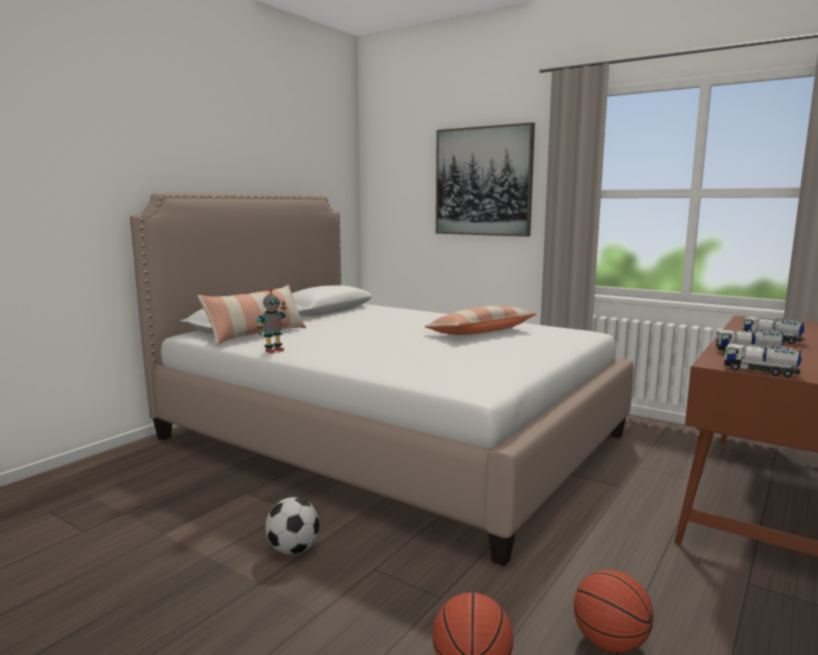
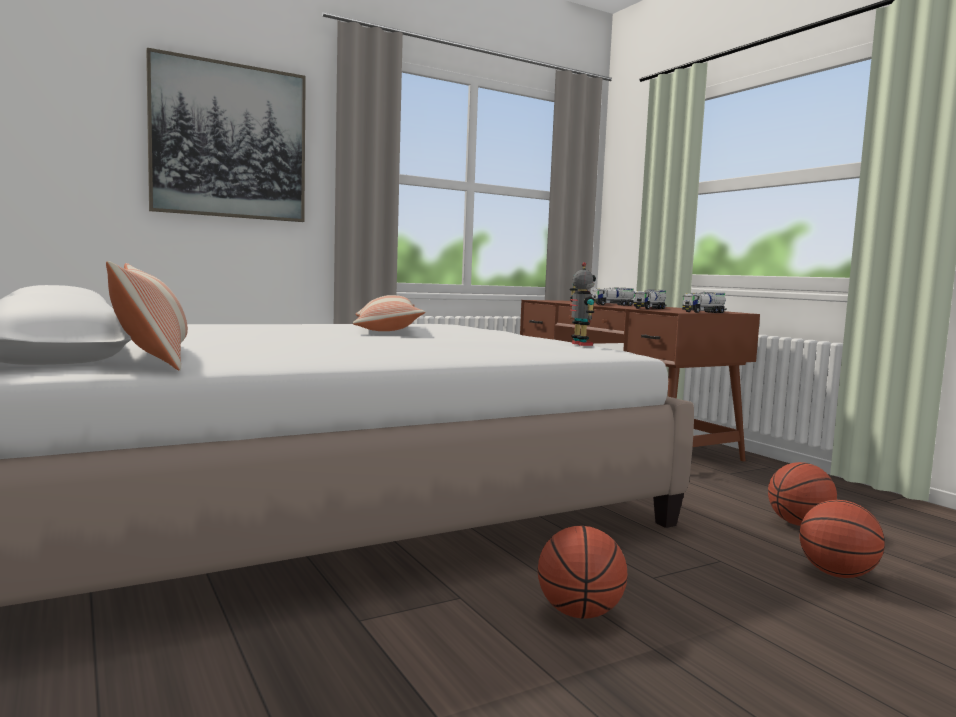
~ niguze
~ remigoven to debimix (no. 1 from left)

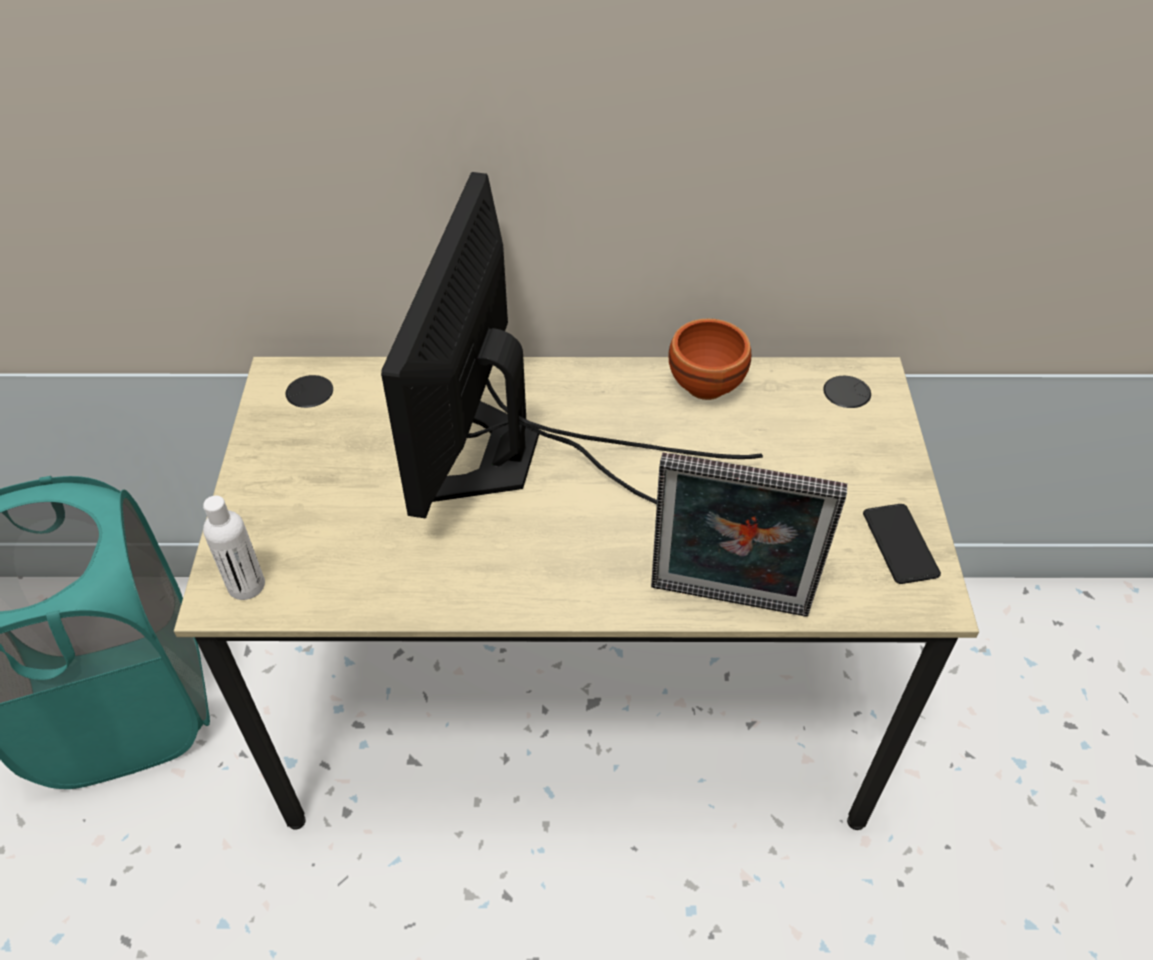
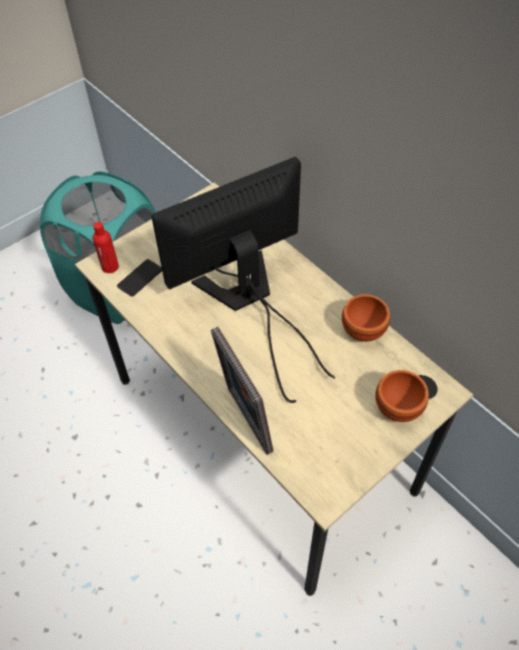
+ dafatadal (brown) (no. 2 from left)
~ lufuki
~ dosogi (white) to dosogi (red)

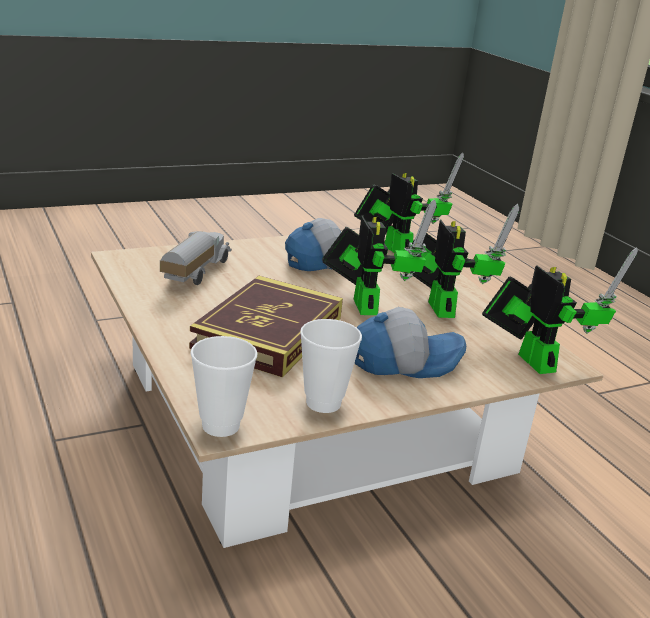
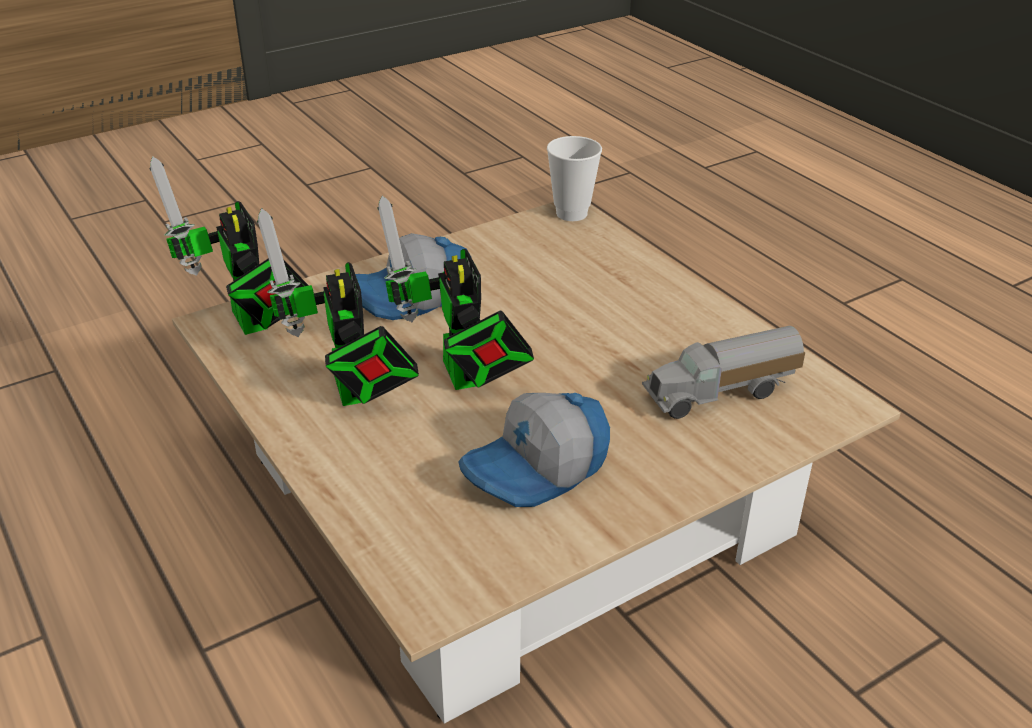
- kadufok
- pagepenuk (no. 2 from left)
- niguze (no. 2 from left)
~ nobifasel 60 degrees clockwise

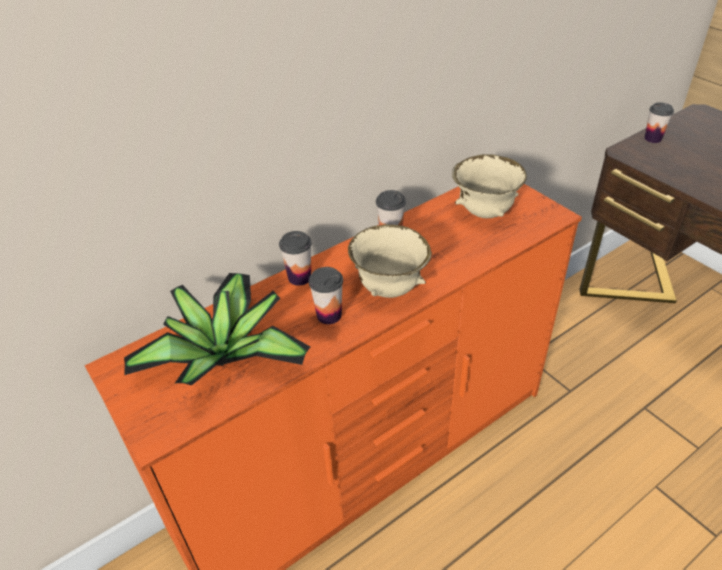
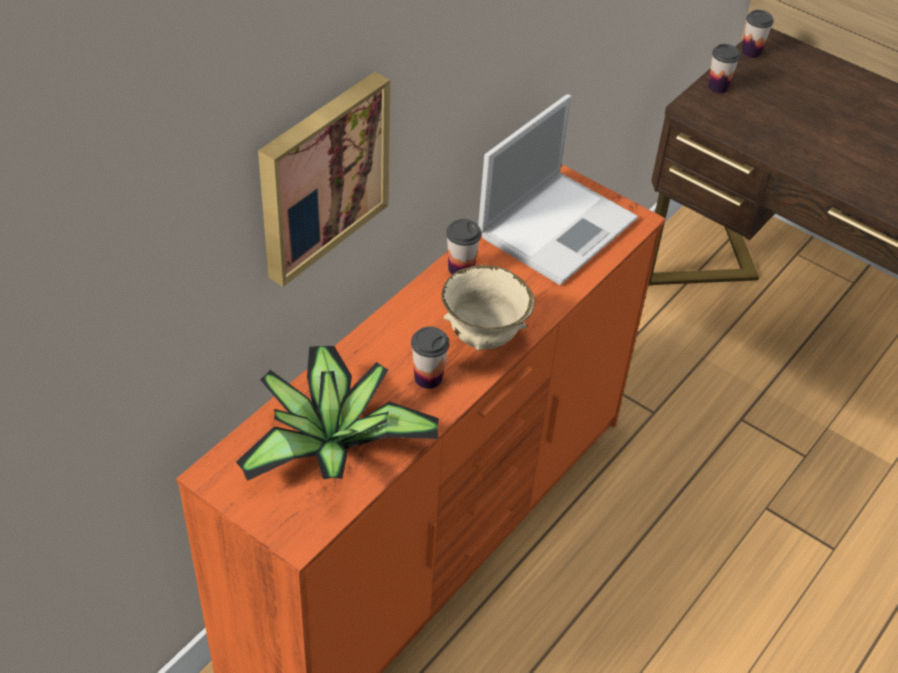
+ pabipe
~ pagepenuk (no. 1 from left in the first image) to pagepenuk (no. 4 from left)
~ dafatadal (beige) (no. 2 from left) to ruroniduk

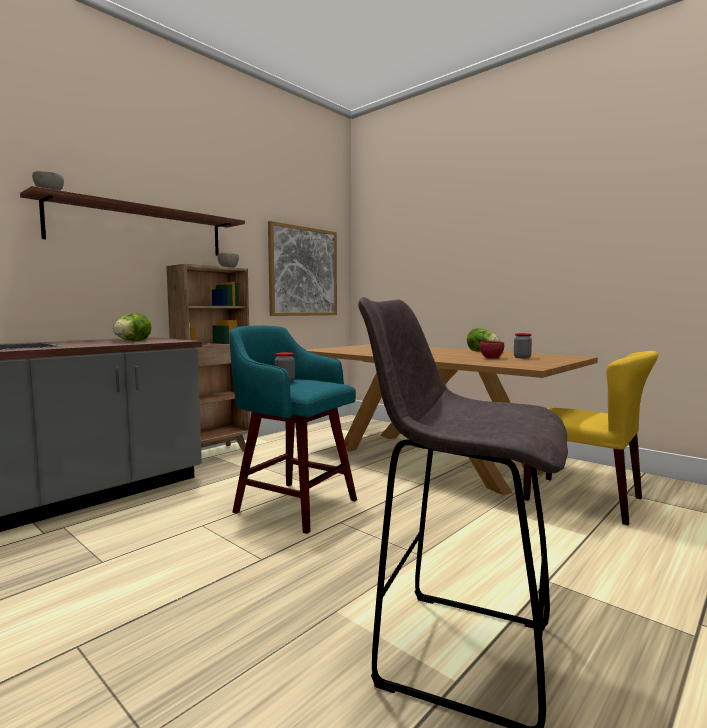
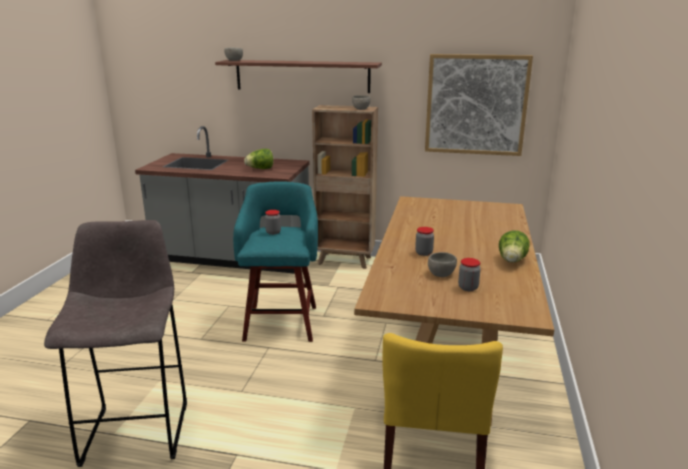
+ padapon (no. 2 from left)
~ dafatadal (red) to dafatadal (grey) (no. 3 from left)

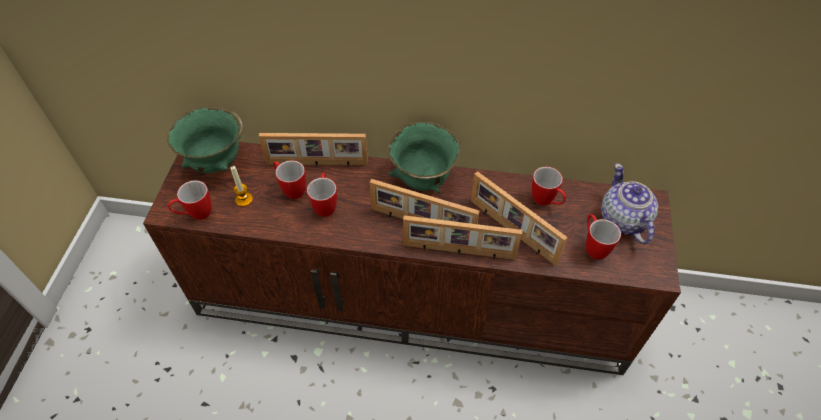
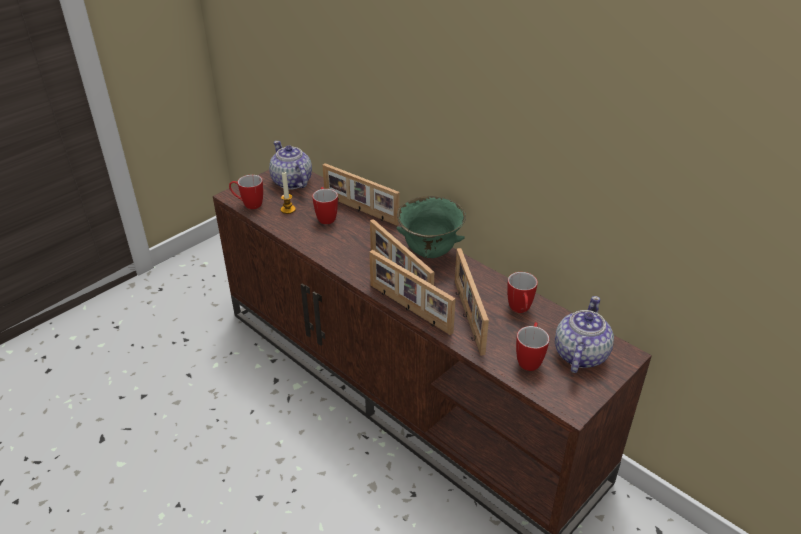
- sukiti (no. 3 from left)
~ dafatadal (green) (no. 1 from left) to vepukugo (no. 1 from left)

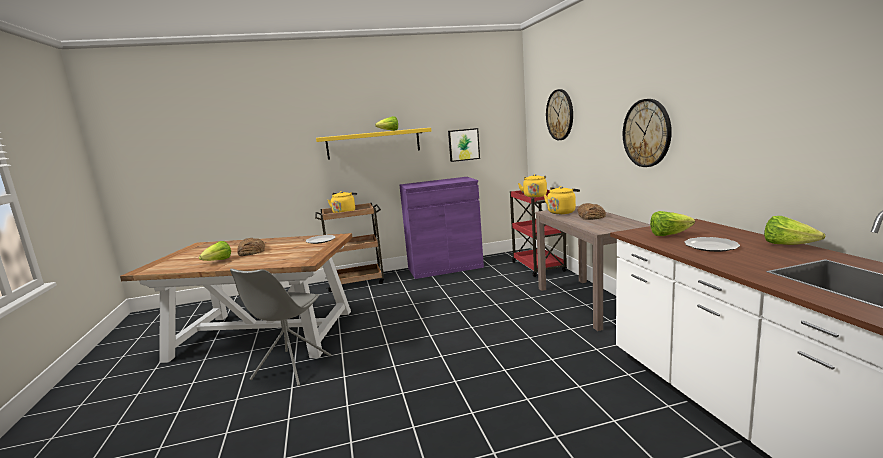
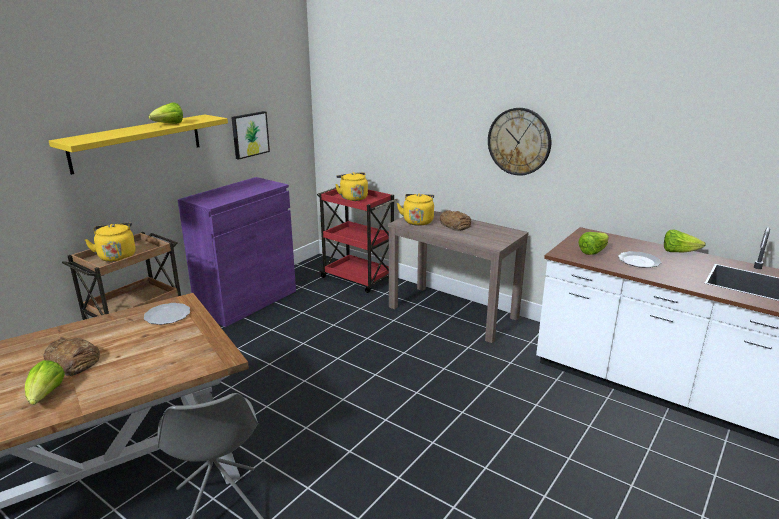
- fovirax (no. 1 from left)

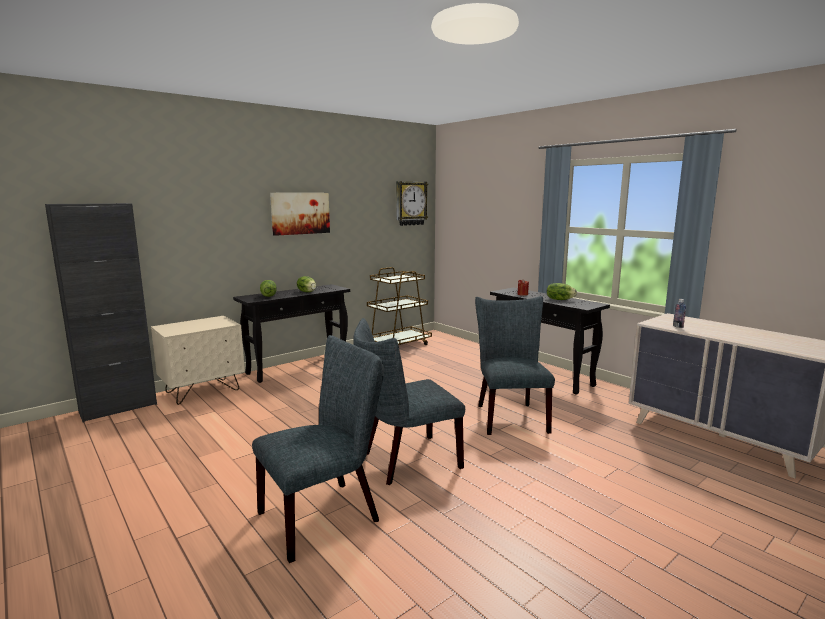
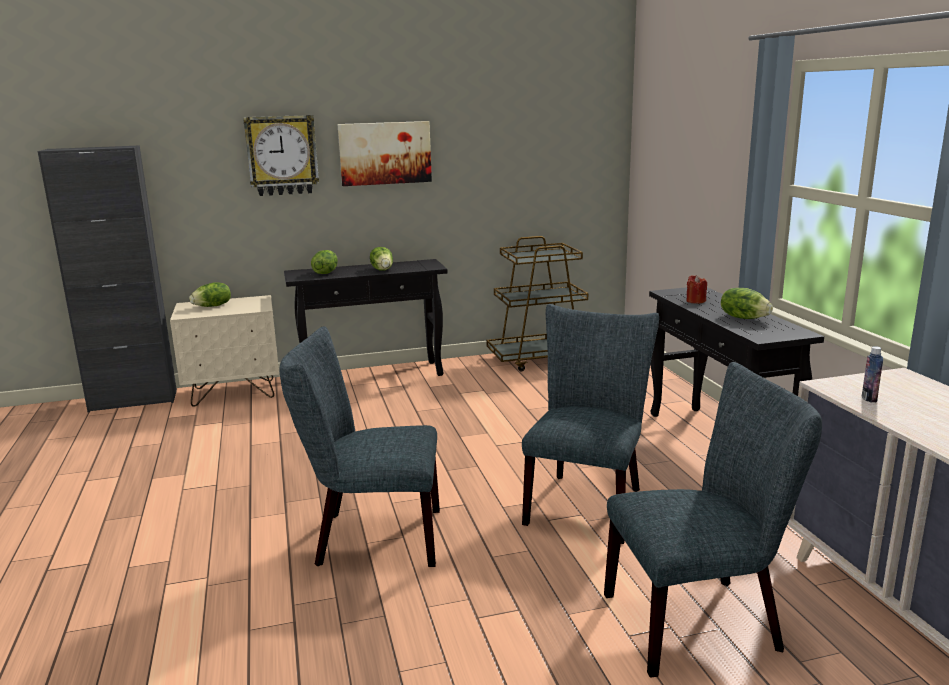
+ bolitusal (no. 1 from left)
~ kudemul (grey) (no. 1 from left in the first image) to kudemul (grey) (no. 3 from left)
~ fovirax

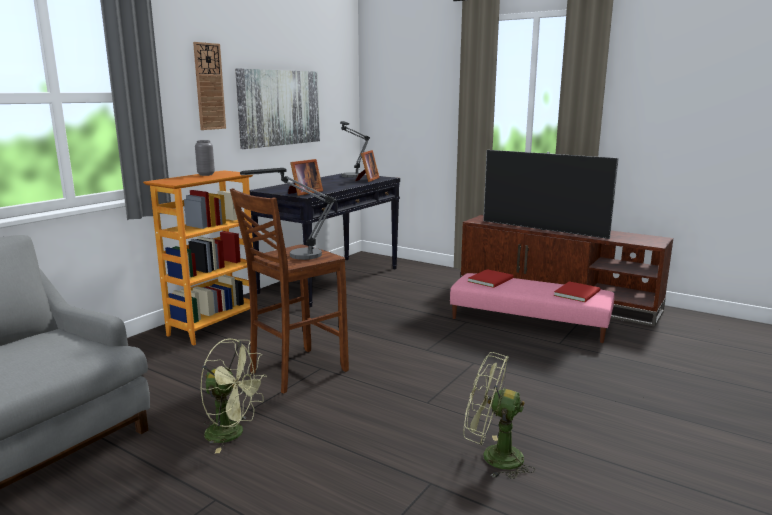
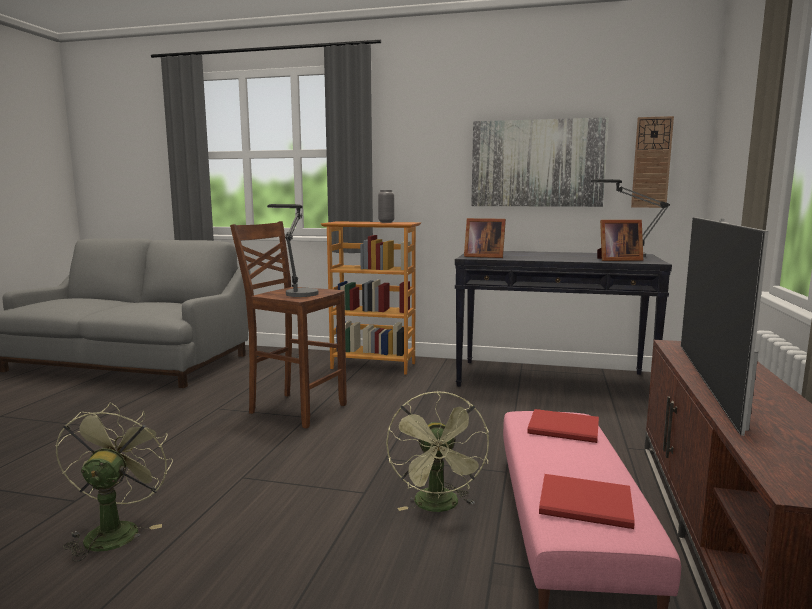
~ fovirax
~ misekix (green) (no. 1 from left in the first image) to misekix (green) (no. 2 from left)

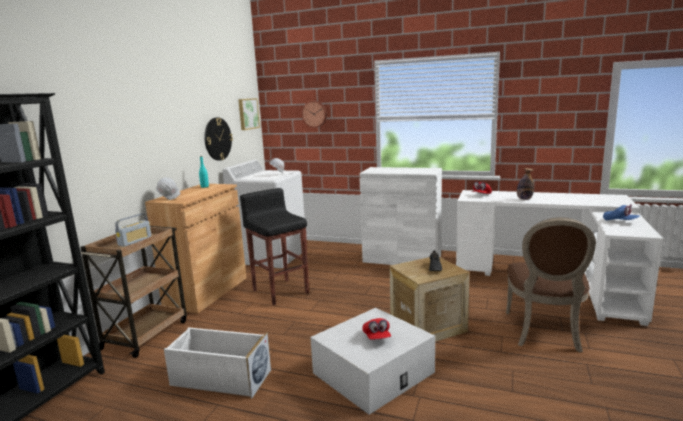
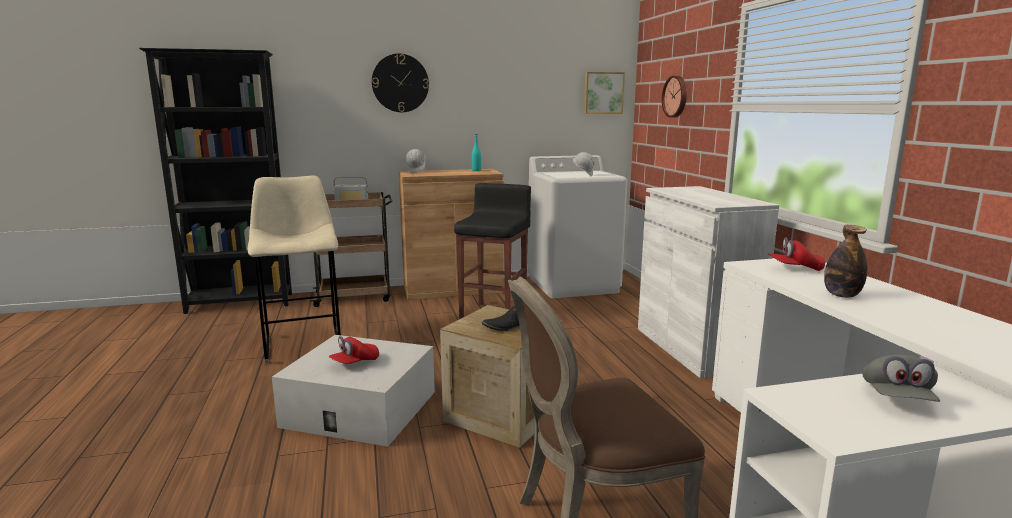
~ fovirax (no. 1 from left)
~ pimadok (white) (no. 1 from left) to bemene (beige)
~ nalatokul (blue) to nalatokul (grey)

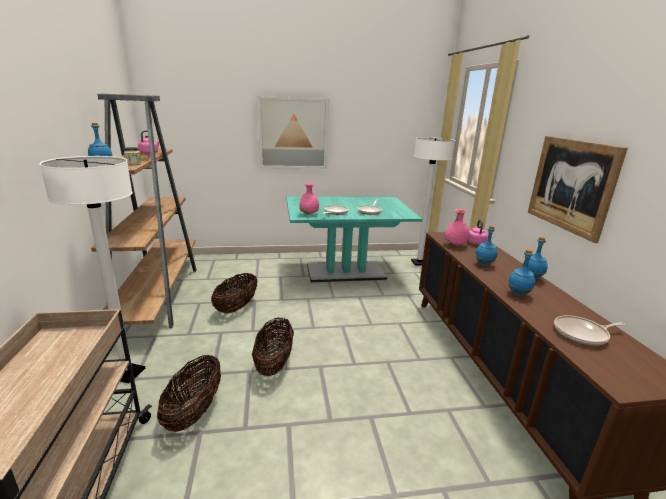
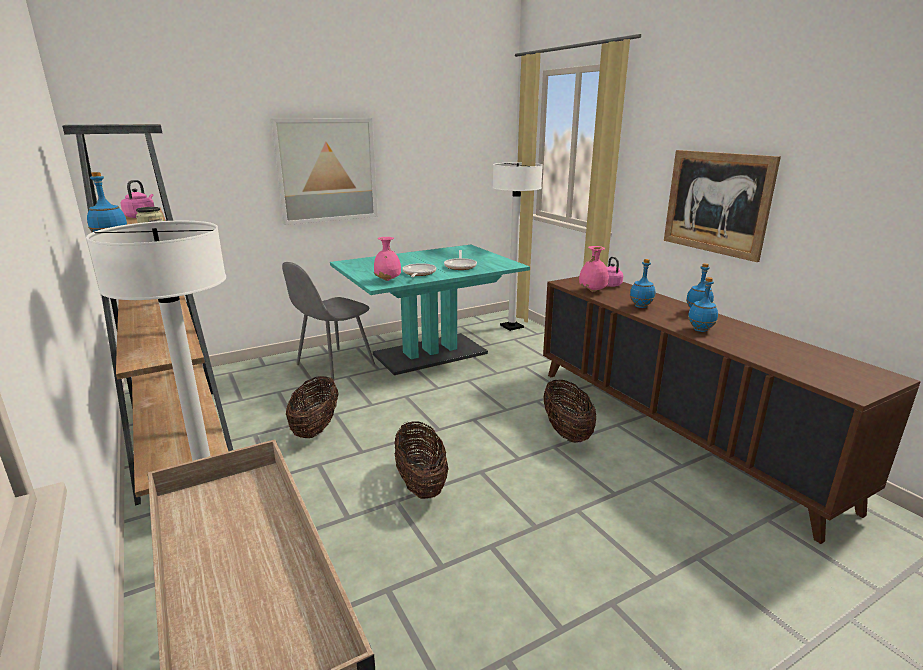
- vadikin (no. 3 from left)
+ kudemul (grey)
~ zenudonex (no. 1 from left in the first image) to zenudonex (no. 3 from left)

